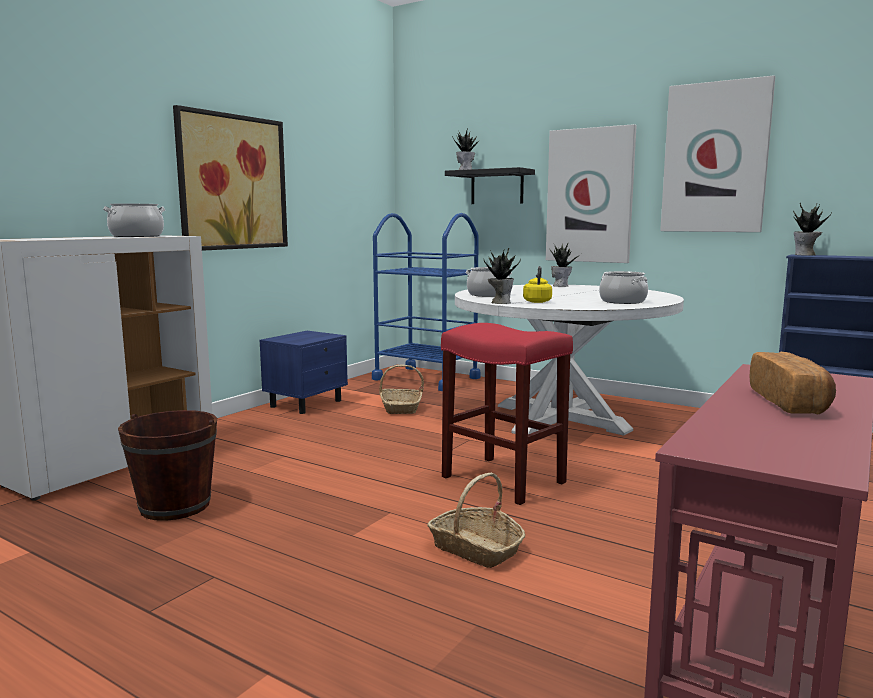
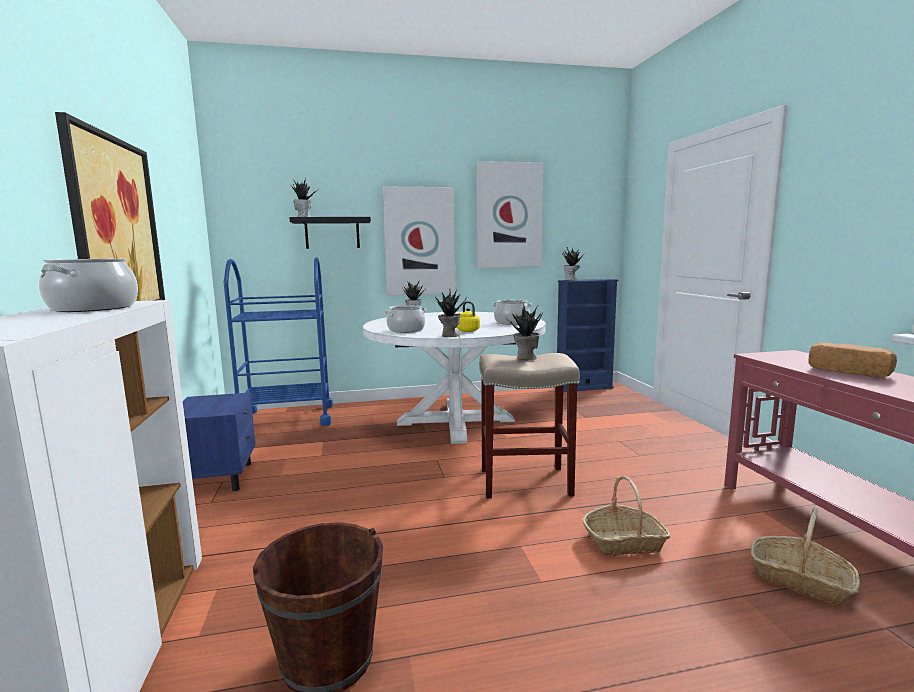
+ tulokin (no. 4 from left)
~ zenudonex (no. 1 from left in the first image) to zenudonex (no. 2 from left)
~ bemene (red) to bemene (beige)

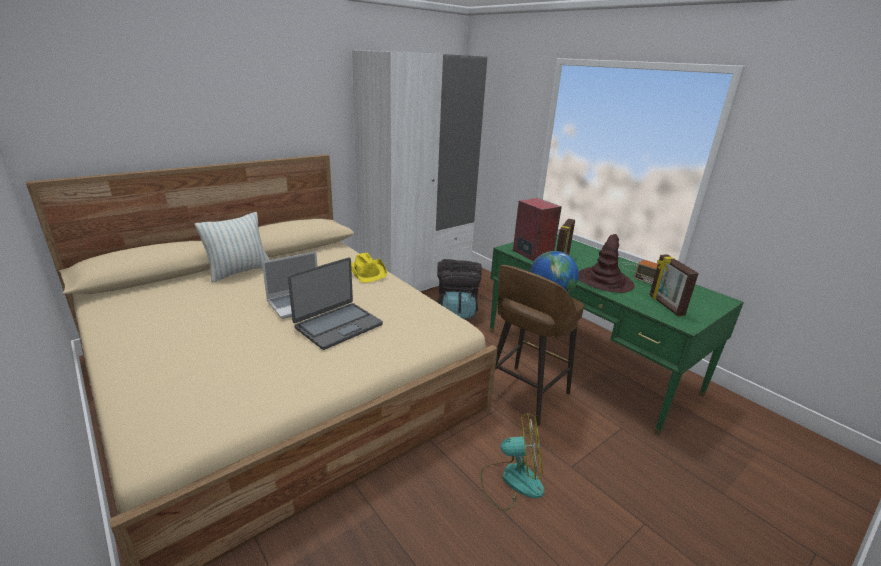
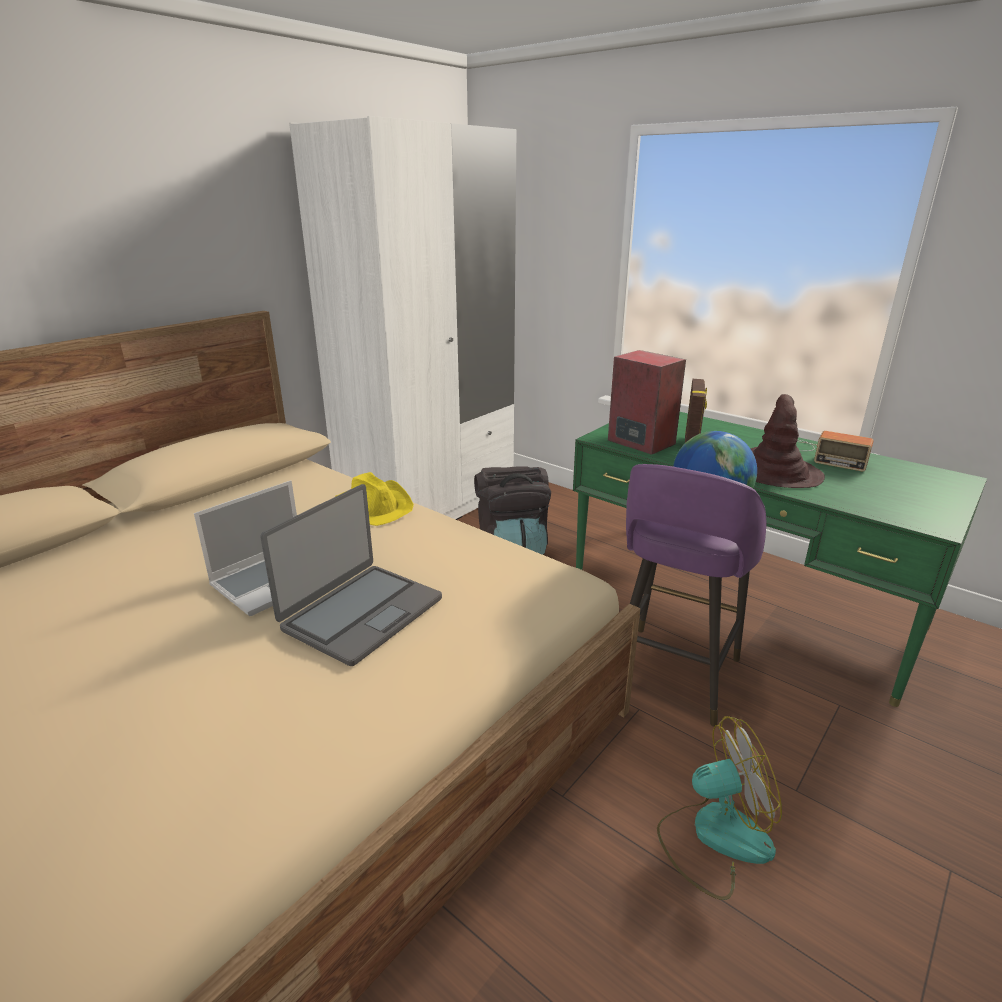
- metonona
- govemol (no. 2 from left)
~ bemene (brown) to bemene (purple)

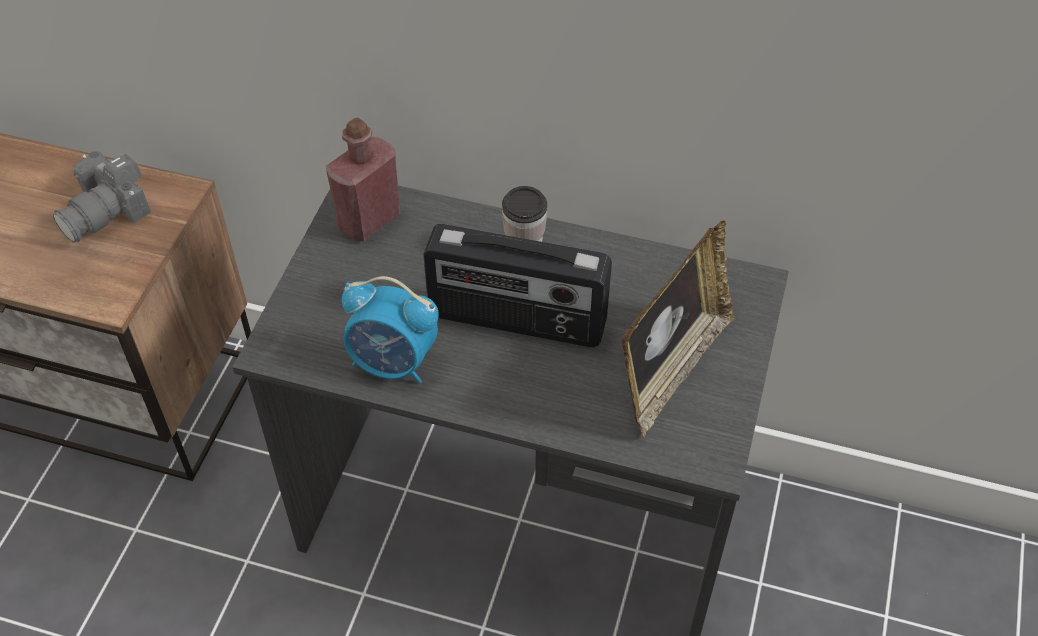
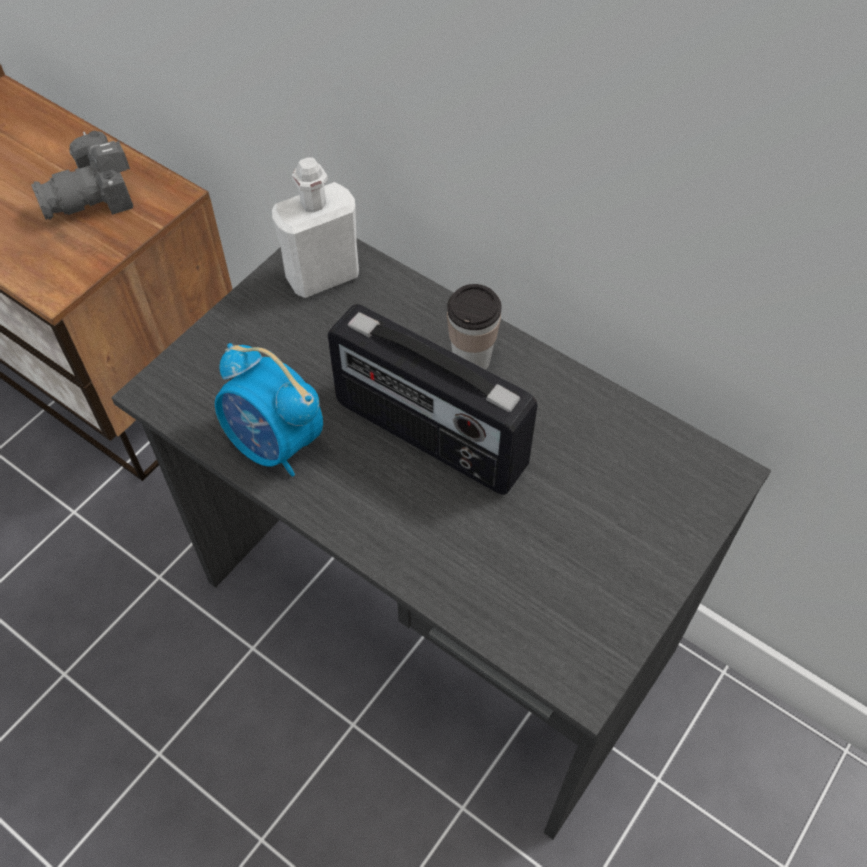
- govemol
~ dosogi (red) to dosogi (white)

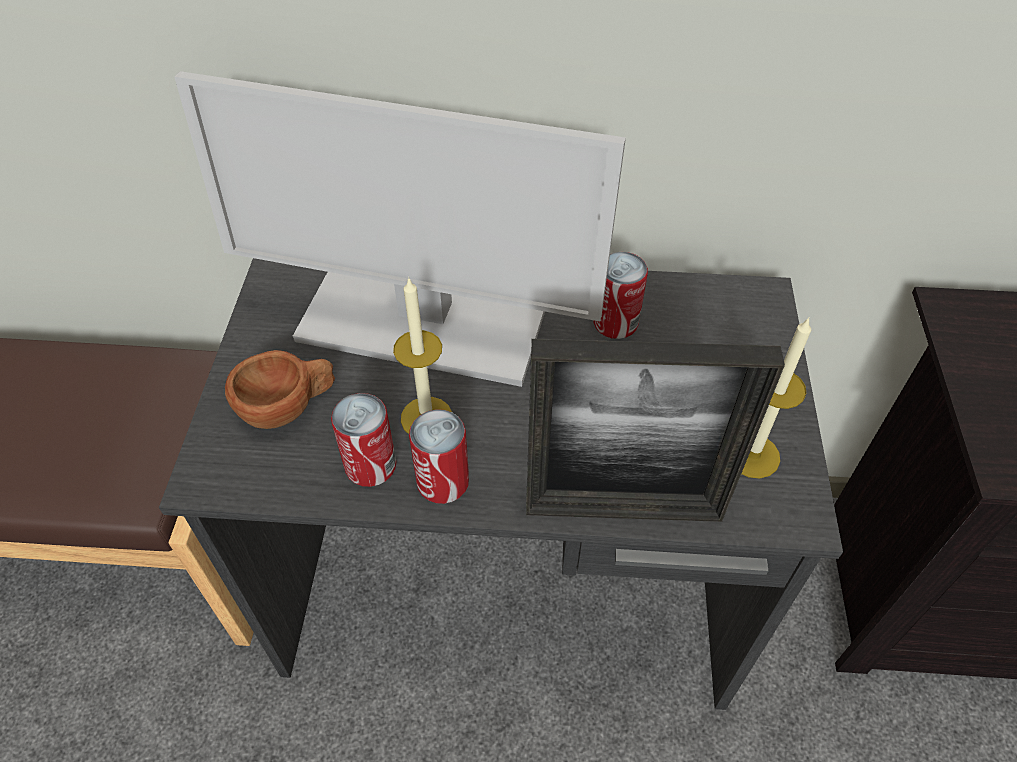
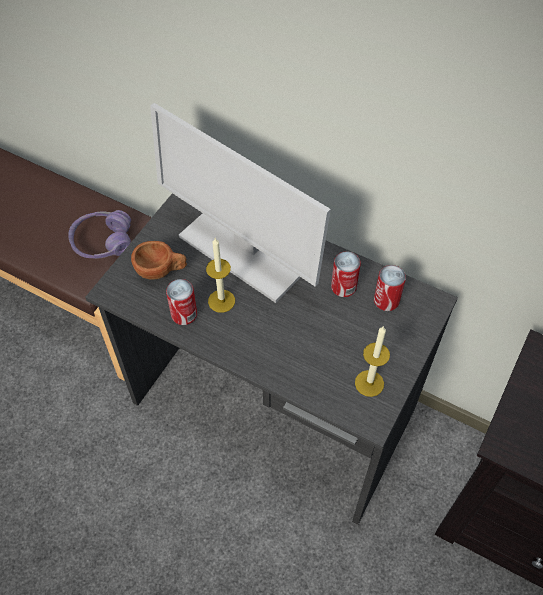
- govemol
+ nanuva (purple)
~ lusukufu (no. 2 from left in the first image) to lusukufu (no. 3 from left)

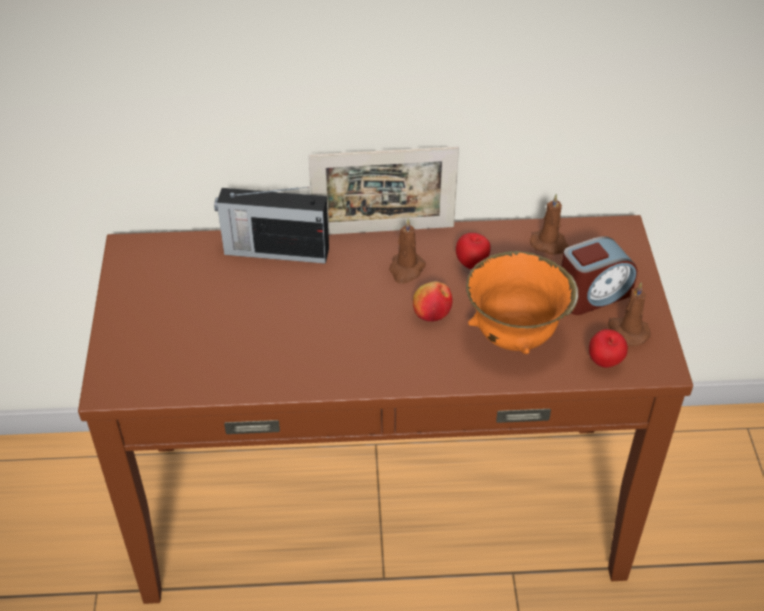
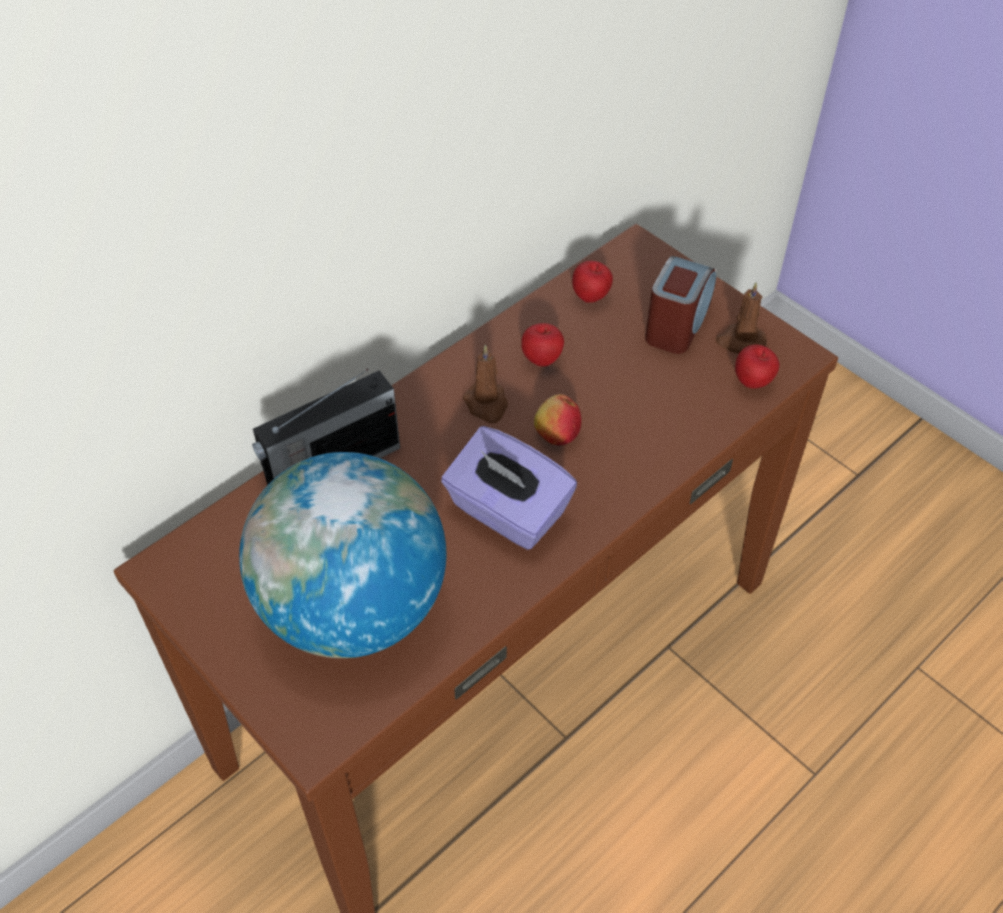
- govemol
- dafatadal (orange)
+ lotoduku
+ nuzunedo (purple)
~ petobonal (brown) (no. 2 from left) to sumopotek (no. 3 from left)

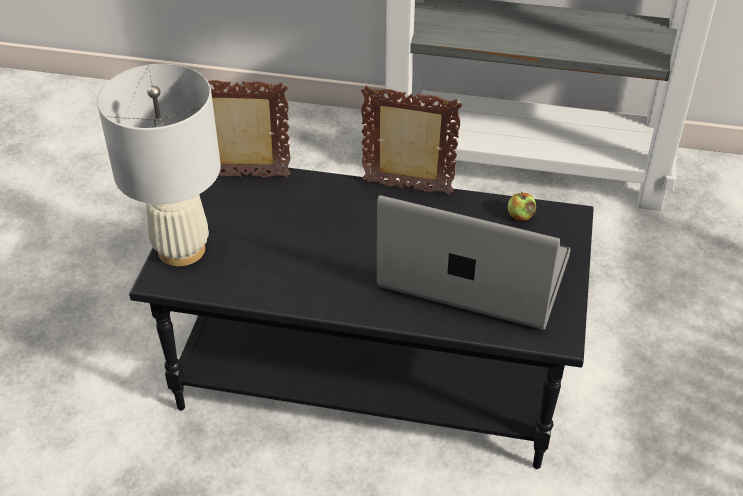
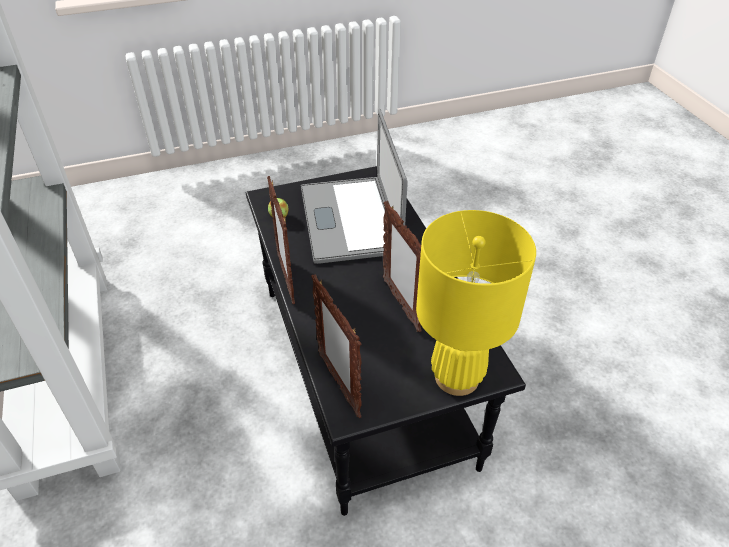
+ govemol (no. 3 from left)
~ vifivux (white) to vifivux (yellow)

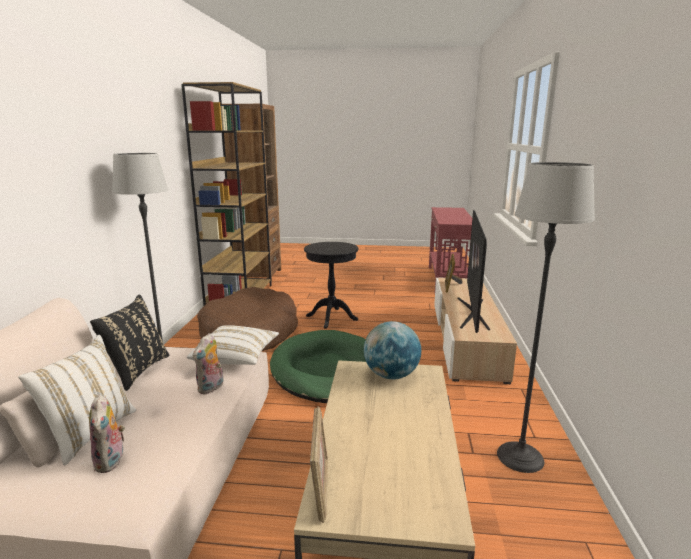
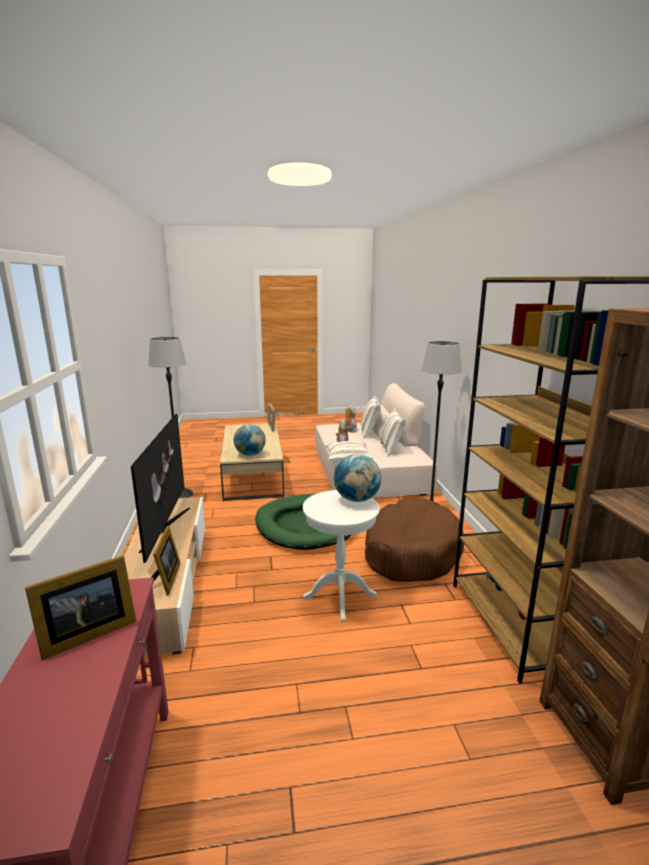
+ govemol (no. 1 from left)
+ lotoduku (no. 2 from left)
~ metonona (black) to metonona (white) (no. 3 from left)
~ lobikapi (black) to lobikapi (white)

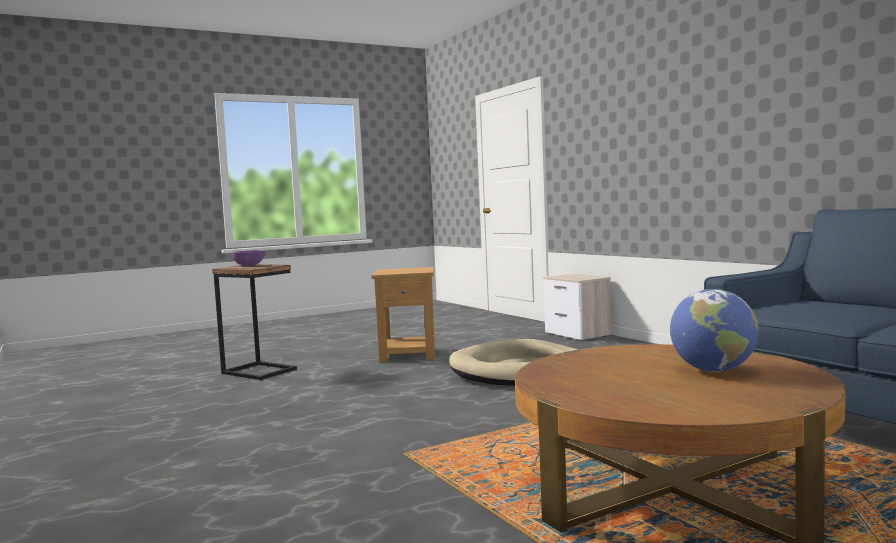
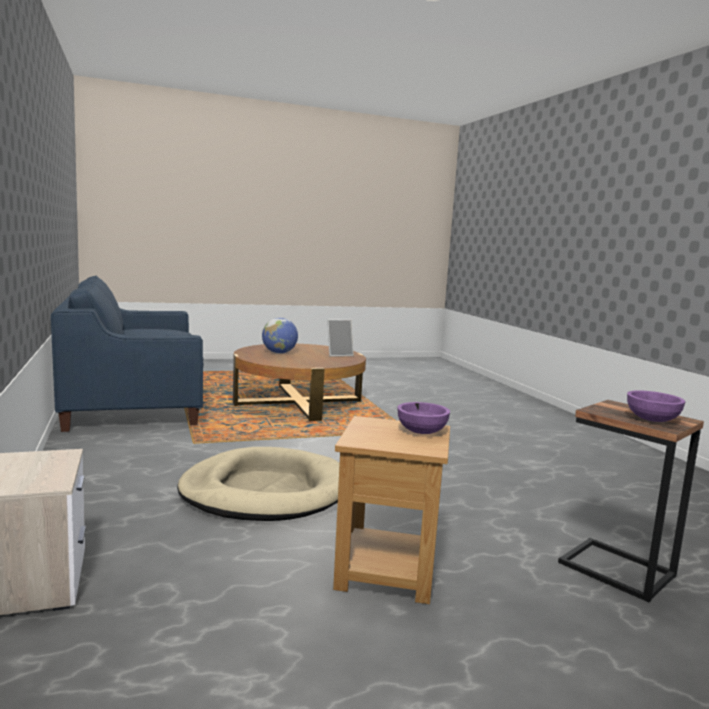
+ govemol
+ dafatadal (purple) (no. 1 from left)

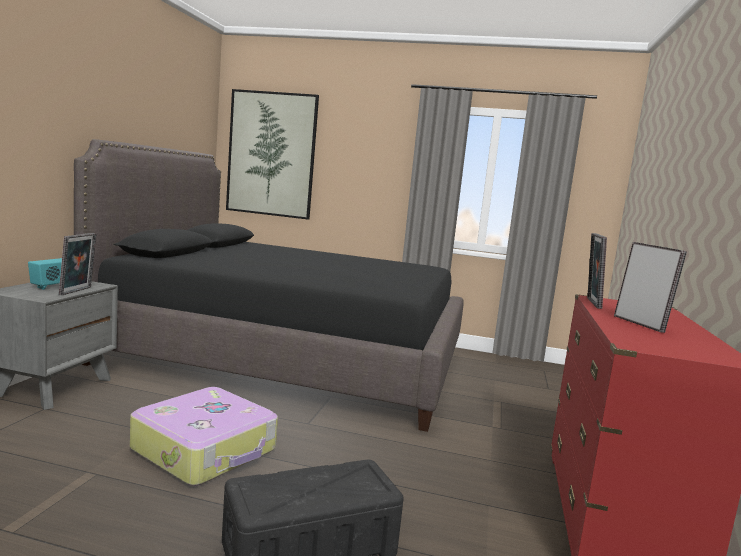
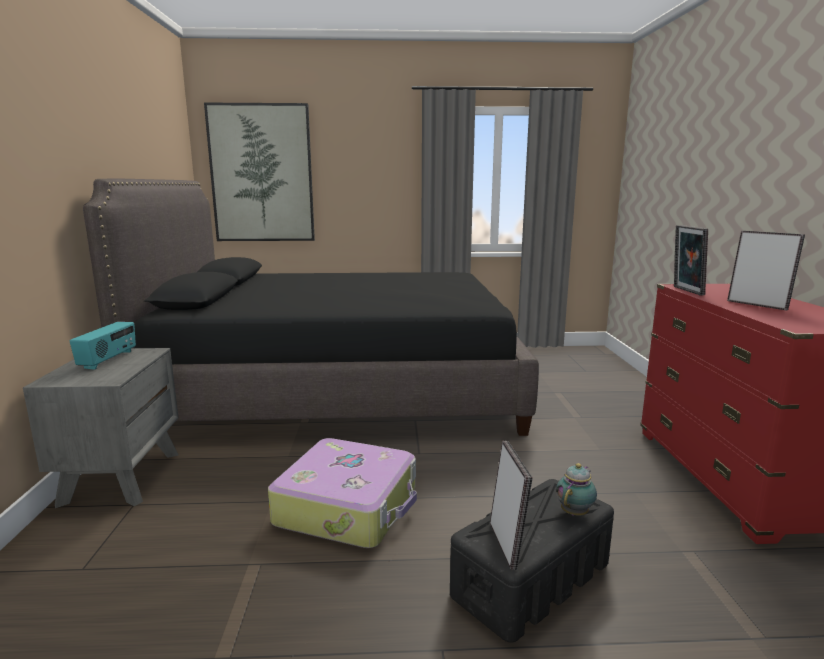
+ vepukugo
~ govemol (no. 1 from left)

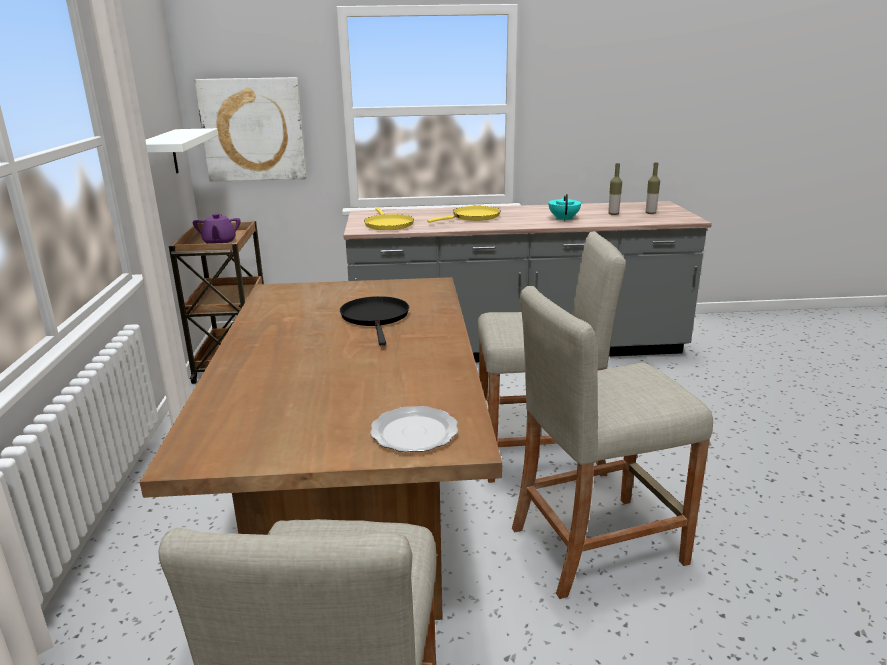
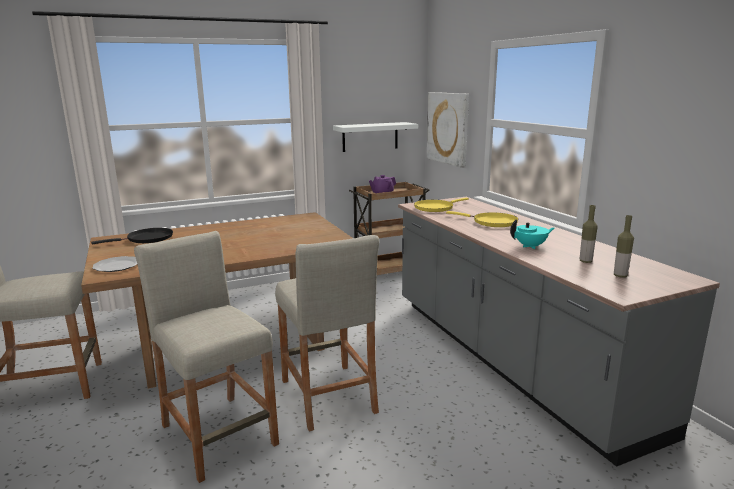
~ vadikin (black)

